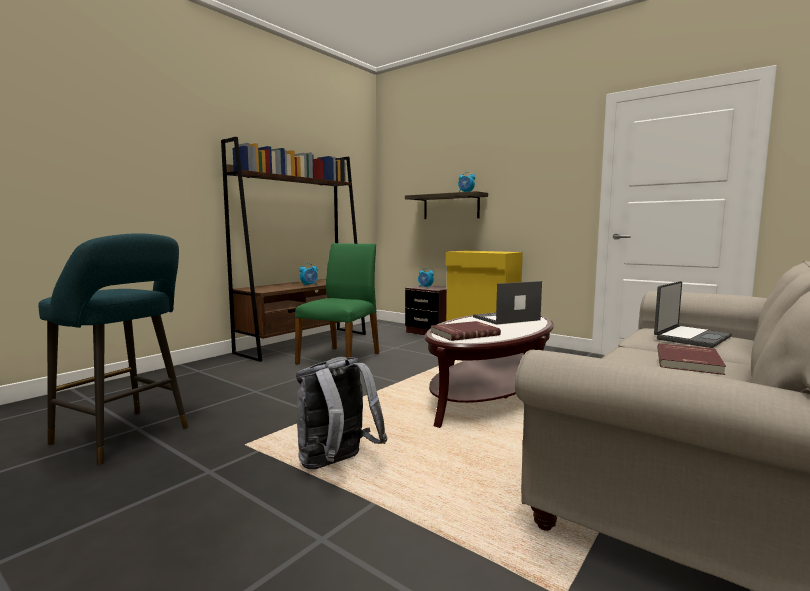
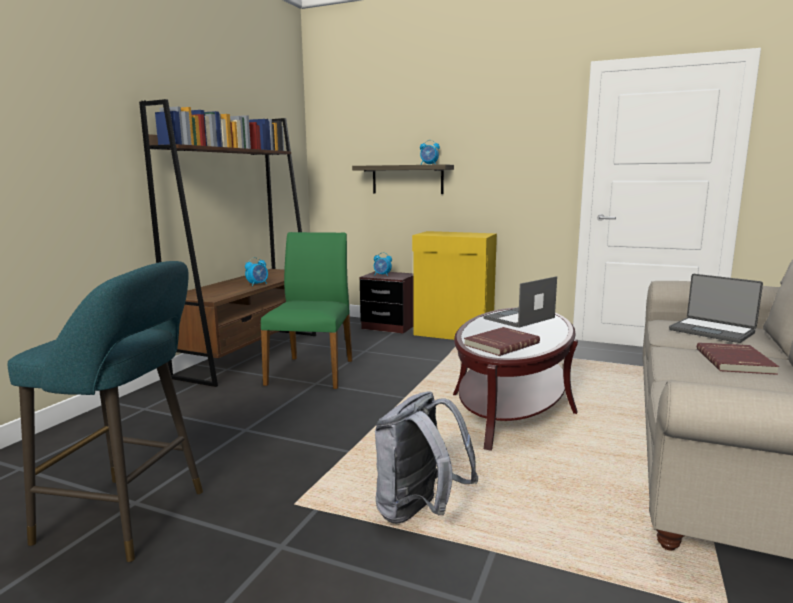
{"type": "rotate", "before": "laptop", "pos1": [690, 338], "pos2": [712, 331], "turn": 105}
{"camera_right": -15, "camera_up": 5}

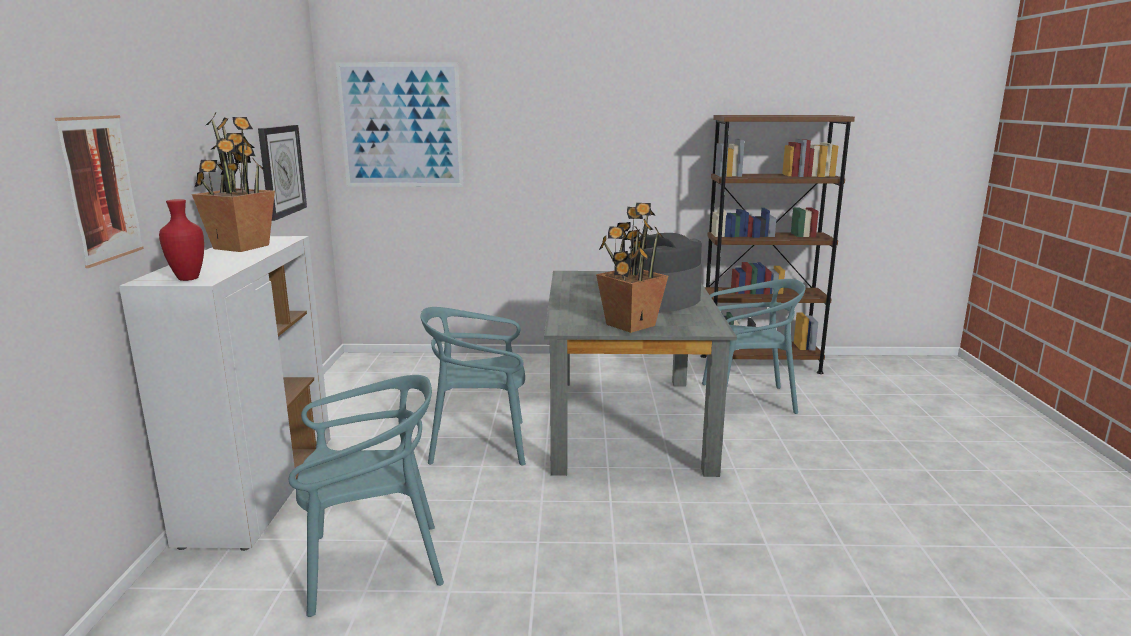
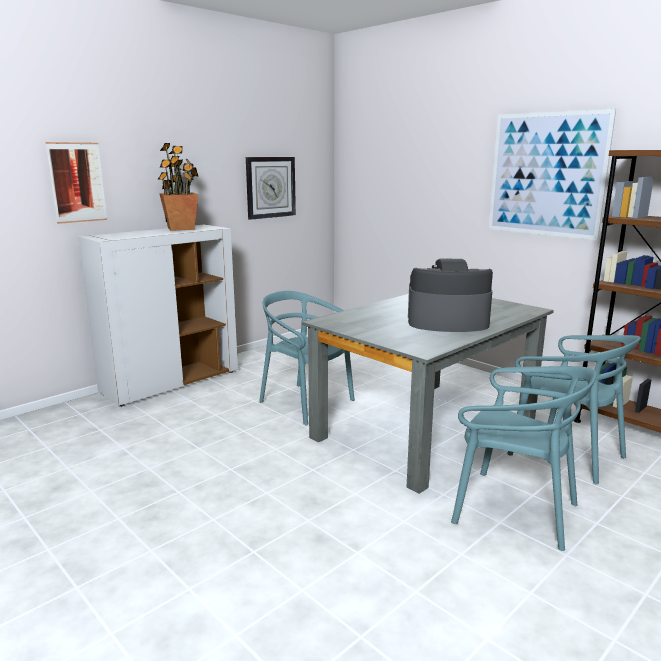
{"type": "delete", "before": "red vase", "pos1": [188, 279]}
{"type": "delete", "before": "potted plant", "pos1": [629, 325]}
{"type": "move", "before": "turquoise chair", "pos1": [373, 564], "pos2": [514, 510]}
{"type": "move", "before": "picture", "pos1": [401, 126], "pos2": [546, 174]}
{"camera_right": 45, "camera_up": 0}

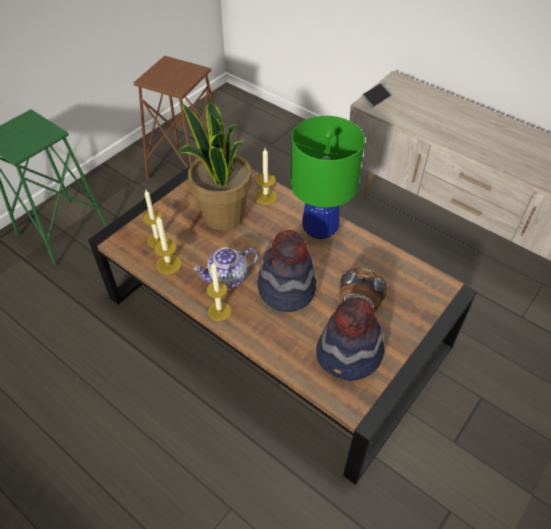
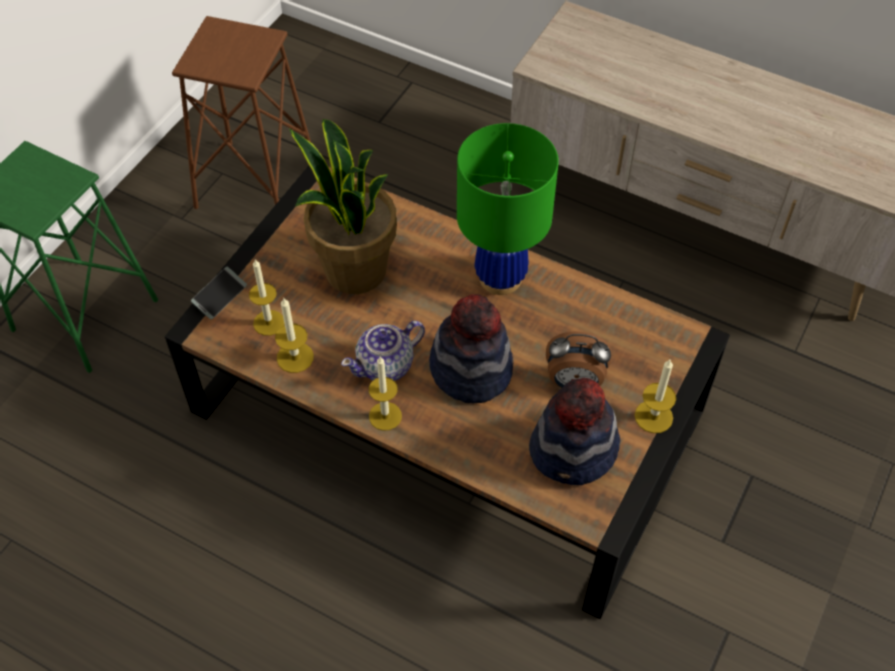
{"type": "move", "before": "candle", "pos1": [265, 196], "pos2": [653, 416]}
{"type": "move", "before": "phone", "pos1": [376, 98], "pos2": [220, 296]}
{"camera_right": -10, "camera_up": 5}

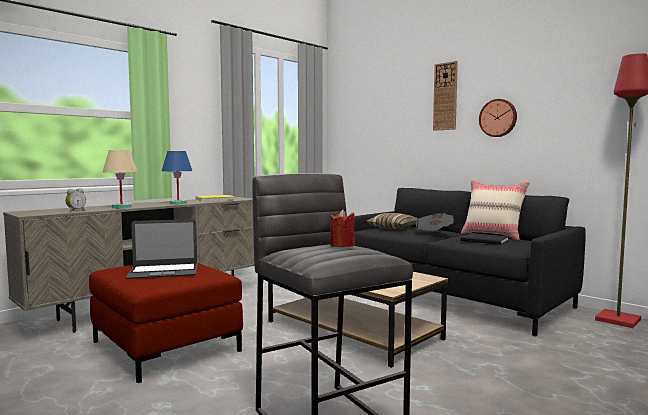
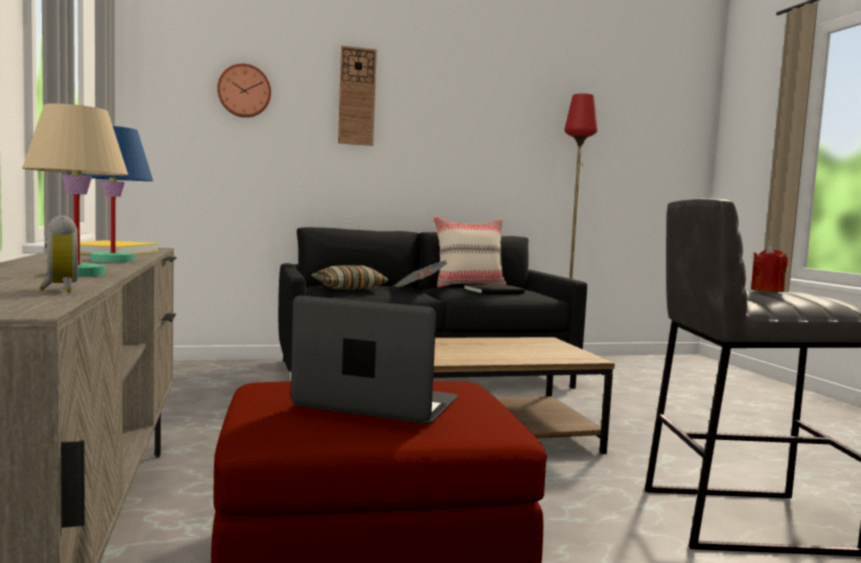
{"type": "move", "before": "wall clock", "pos1": [498, 118], "pos2": [244, 91]}
{"type": "rotate", "before": "laptop", "pos1": [163, 271], "pos2": [377, 403], "turn": -90}
{"camera_right": -60, "camera_up": 0}

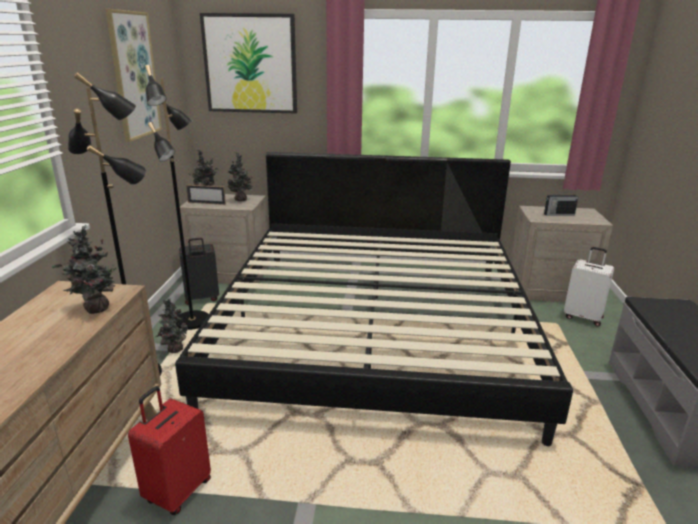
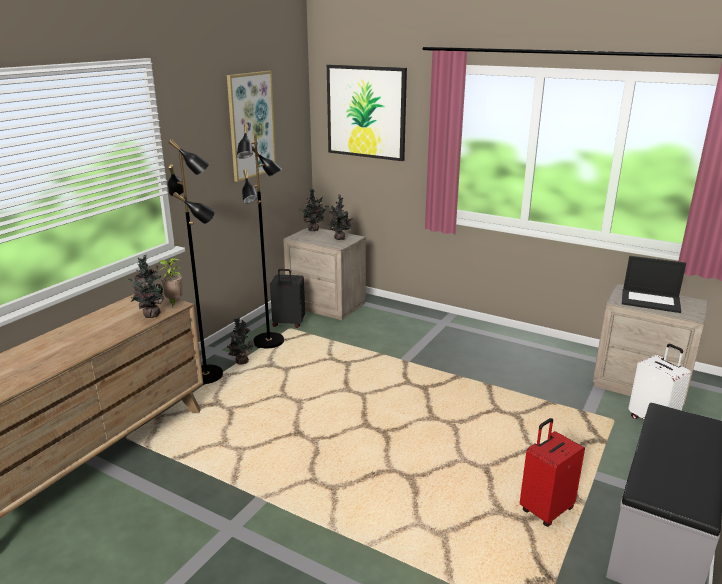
{"type": "delete", "before": "bed", "pos1": [375, 330]}
{"type": "delete", "before": "picture frame", "pos1": [206, 203]}
{"type": "insert", "after": "potted plant", "pos2": [174, 302]}
{"type": "move", "before": "red suitcase", "pos1": [177, 491], "pos2": [545, 509]}
{"type": "replace", "before": "radio", "after": "laptop", "pos1": [558, 214], "pos2": [651, 301]}
{"camera_right": 25, "camera_up": 0}

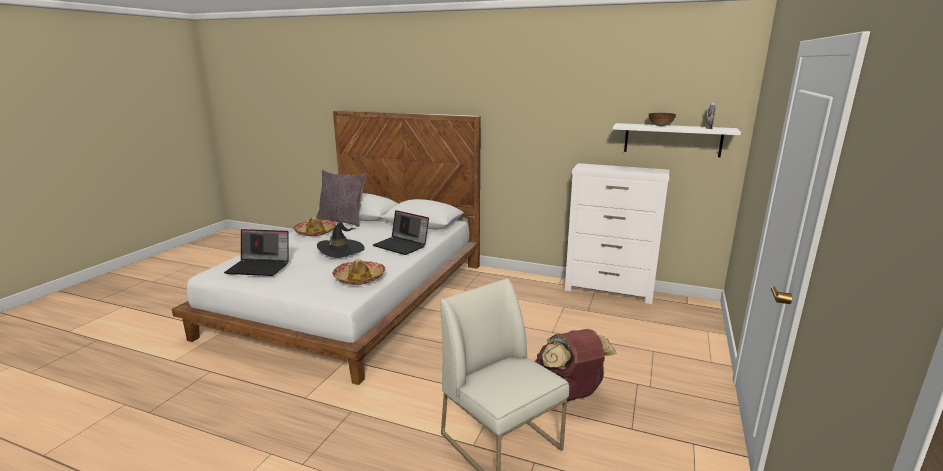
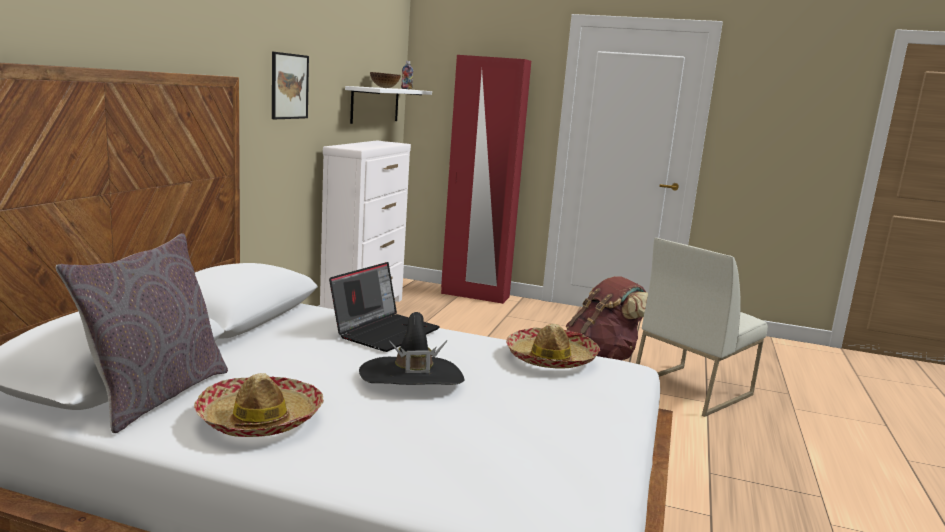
{"type": "delete", "before": "laptop", "pos1": [260, 267]}
{"type": "insert", "after": "picture", "pos2": [289, 86]}
{"type": "insert", "after": "red wardrobe", "pos2": [475, 295]}
{"camera_right": -95, "camera_up": -5}

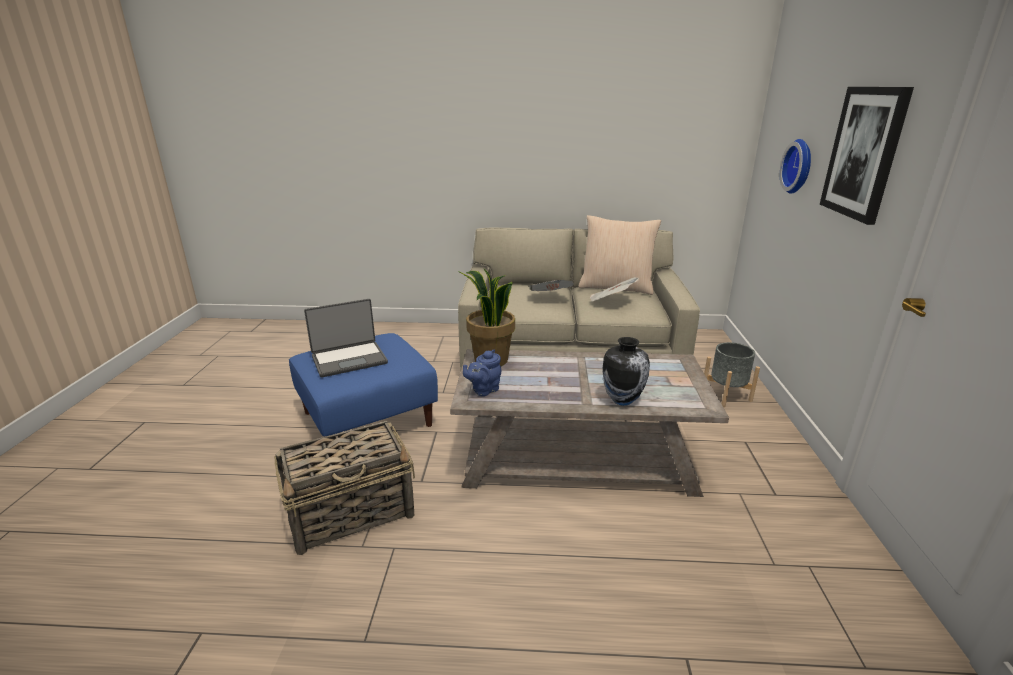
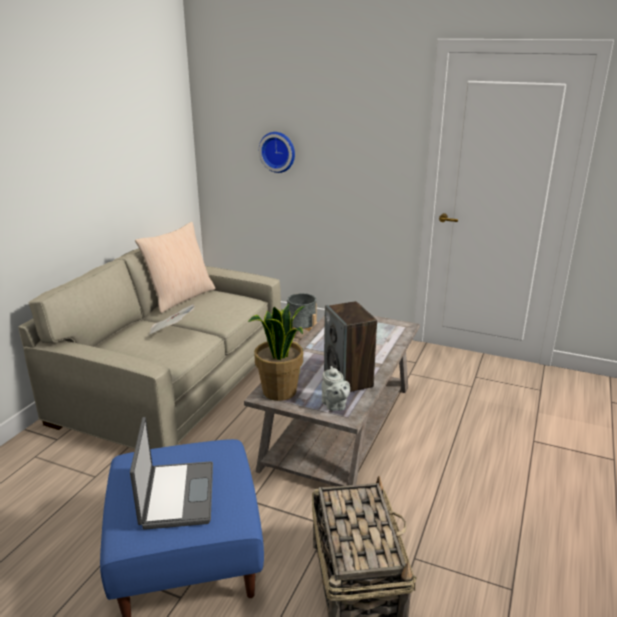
{"type": "delete", "before": "newspaper", "pos1": [611, 302]}
{"type": "delete", "before": "vase", "pos1": [622, 400]}
{"type": "delete", "before": "picture", "pos1": [864, 153]}
{"type": "insert", "after": "speaker", "pos2": [348, 379]}
{"type": "recolor", "before": "blue teapot", "after": "grey teapot", "pos1": [483, 390], "pos2": [334, 406]}
{"camera_right": -70, "camera_up": 0}

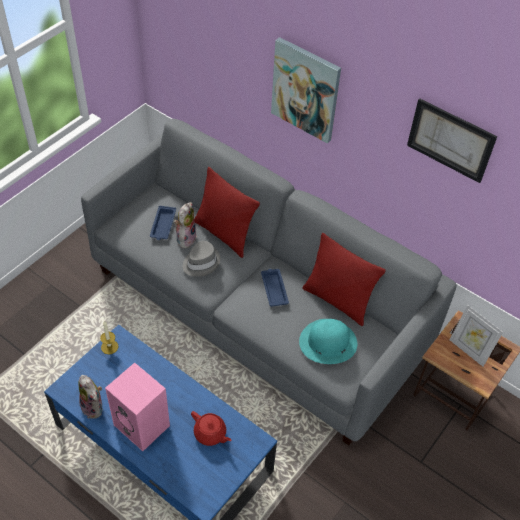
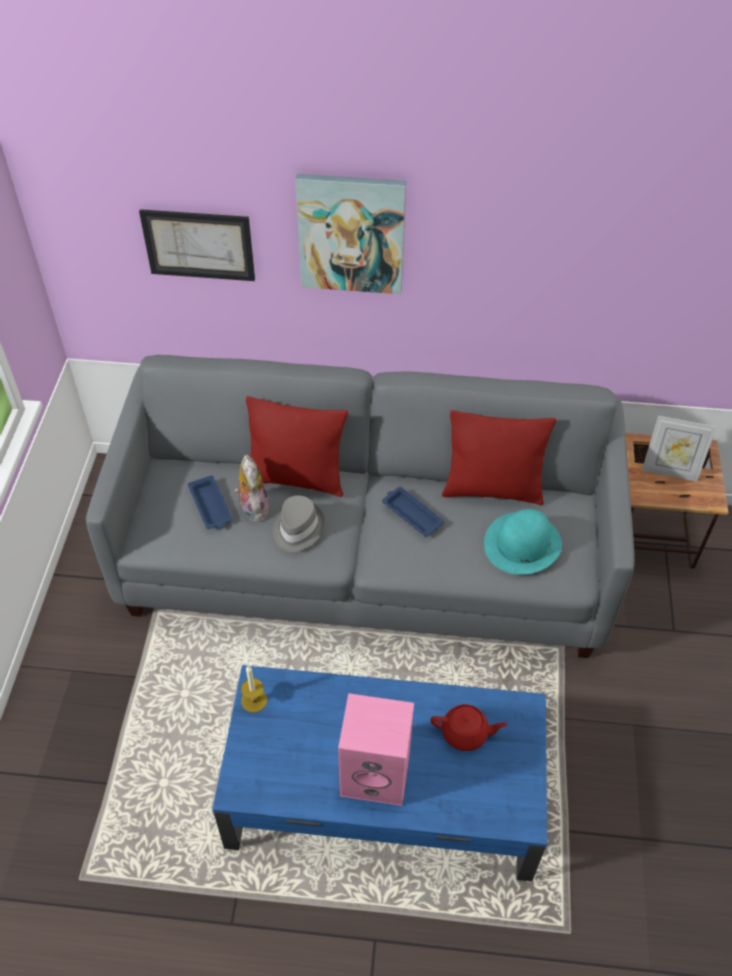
{"type": "delete", "before": "plush toy", "pos1": [94, 407]}
{"type": "move", "before": "picture", "pos1": [450, 140], "pos2": [199, 244]}
{"camera_right": -30, "camera_up": 0}

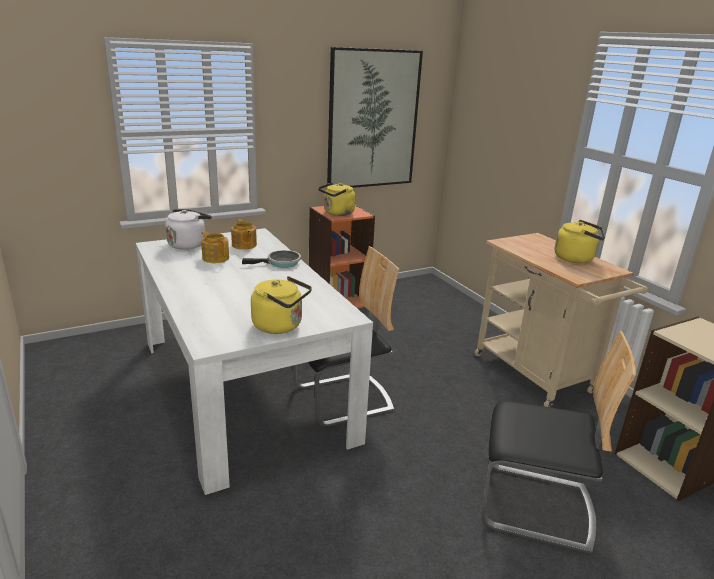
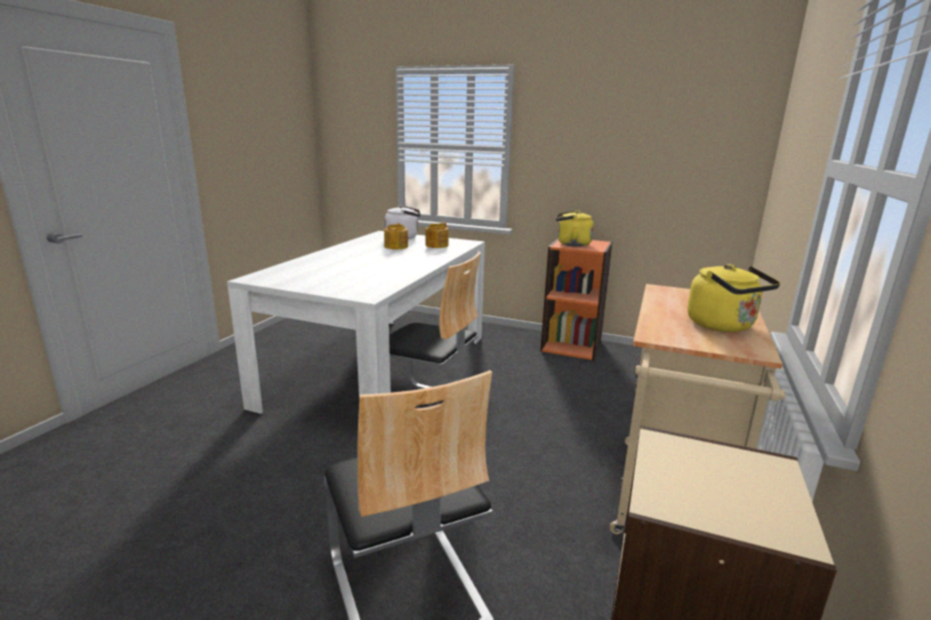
{"type": "delete", "before": "frying pan", "pos1": [281, 263]}
{"type": "delete", "before": "yellow kettle", "pos1": [280, 326]}
{"type": "delete", "before": "picture", "pos1": [373, 120]}
{"camera_right": 50, "camera_up": -5}

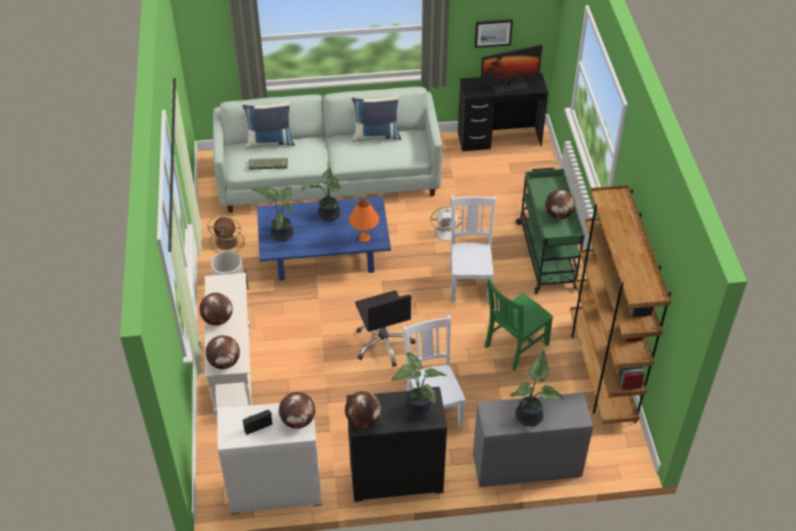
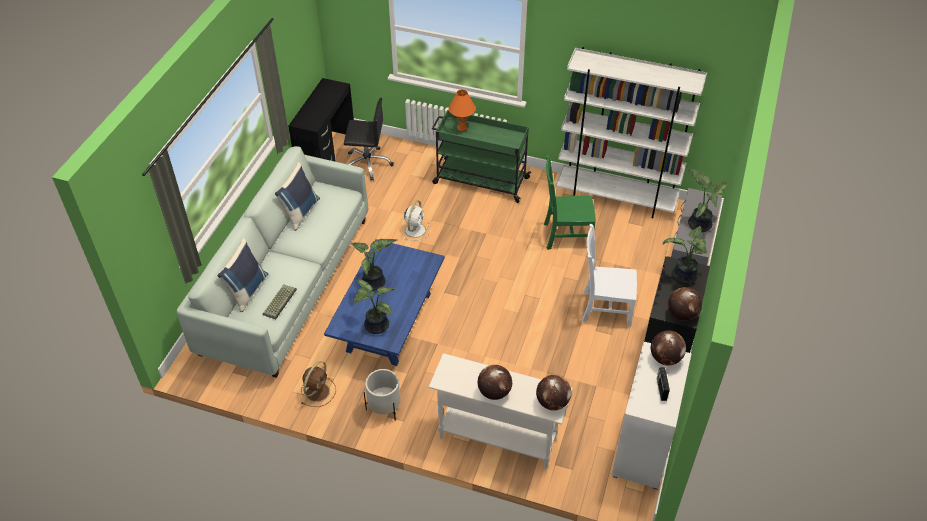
{"type": "delete", "before": "white chair", "pos1": [470, 282]}
{"type": "delete", "before": "picture", "pos1": [493, 32]}
{"type": "delete", "before": "monitor", "pos1": [509, 85]}
{"type": "delete", "before": "globe", "pos1": [558, 215]}
{"type": "move", "before": "orange table lamp", "pos1": [364, 238], "pos2": [461, 127]}
{"type": "move", "before": "black office chair", "pos1": [384, 344], "pos2": [368, 164]}
{"type": "recolor", "before": "brown bookcase", "after": "white bookcase", "pos1": [601, 372], "pos2": [616, 198]}
{"type": "rotate", "before": "green chair", "pos1": [514, 346], "pos2": [565, 235], "turn": 105}
{"camera_right": -65, "camera_up": 0}

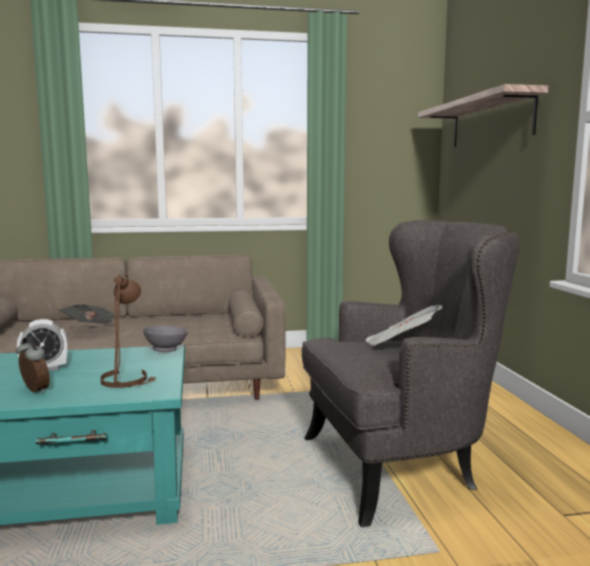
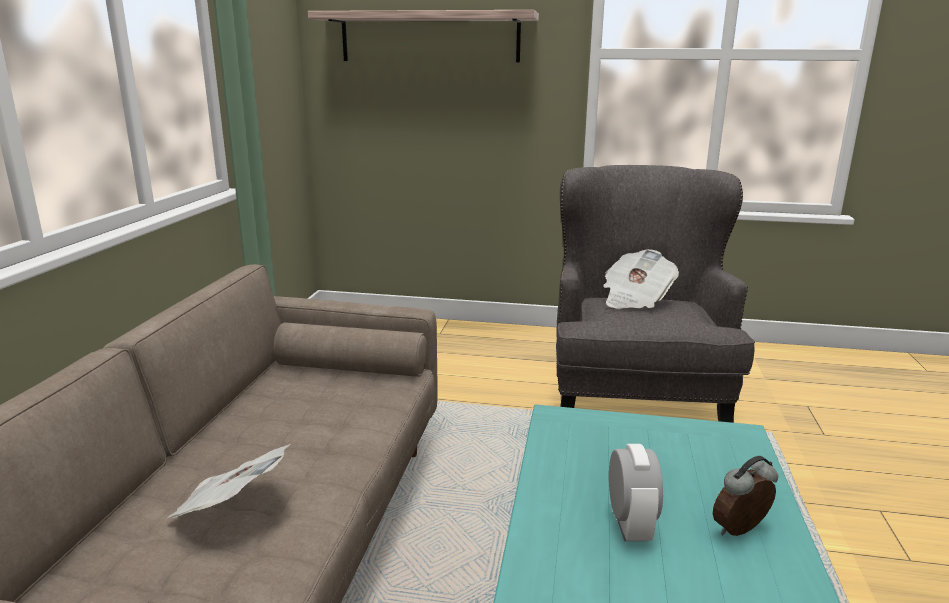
{"type": "delete", "before": "brown table lamp", "pos1": [127, 380]}
{"type": "delete", "before": "grey bowl", "pos1": [166, 350]}
{"camera_right": -70, "camera_up": 10}

